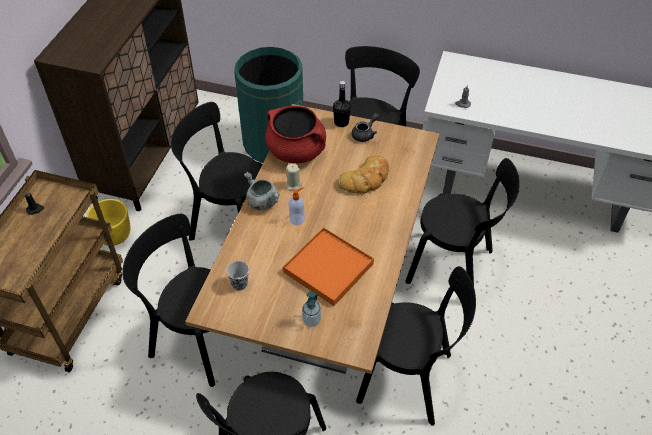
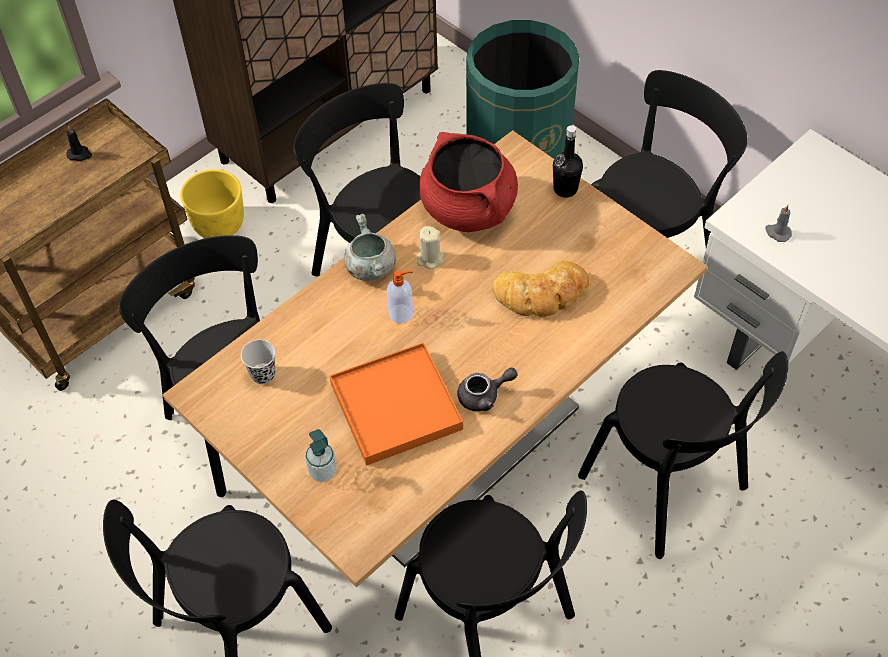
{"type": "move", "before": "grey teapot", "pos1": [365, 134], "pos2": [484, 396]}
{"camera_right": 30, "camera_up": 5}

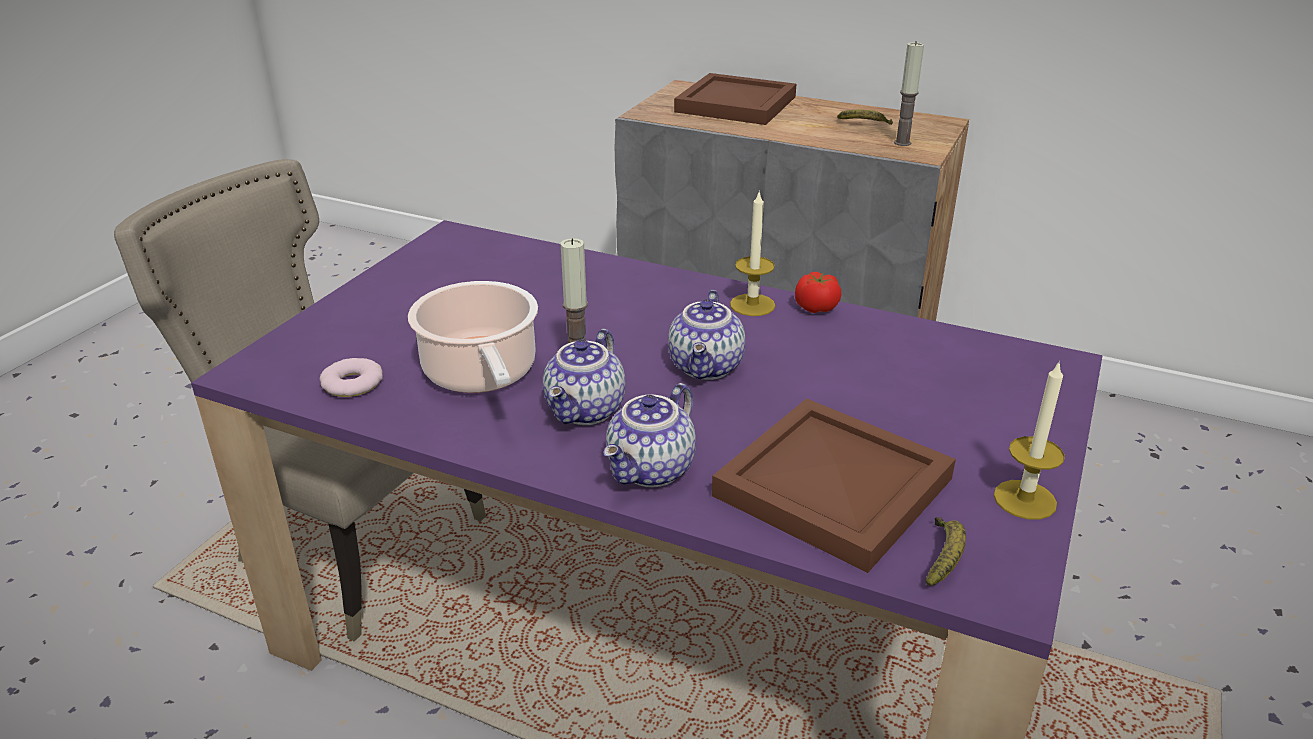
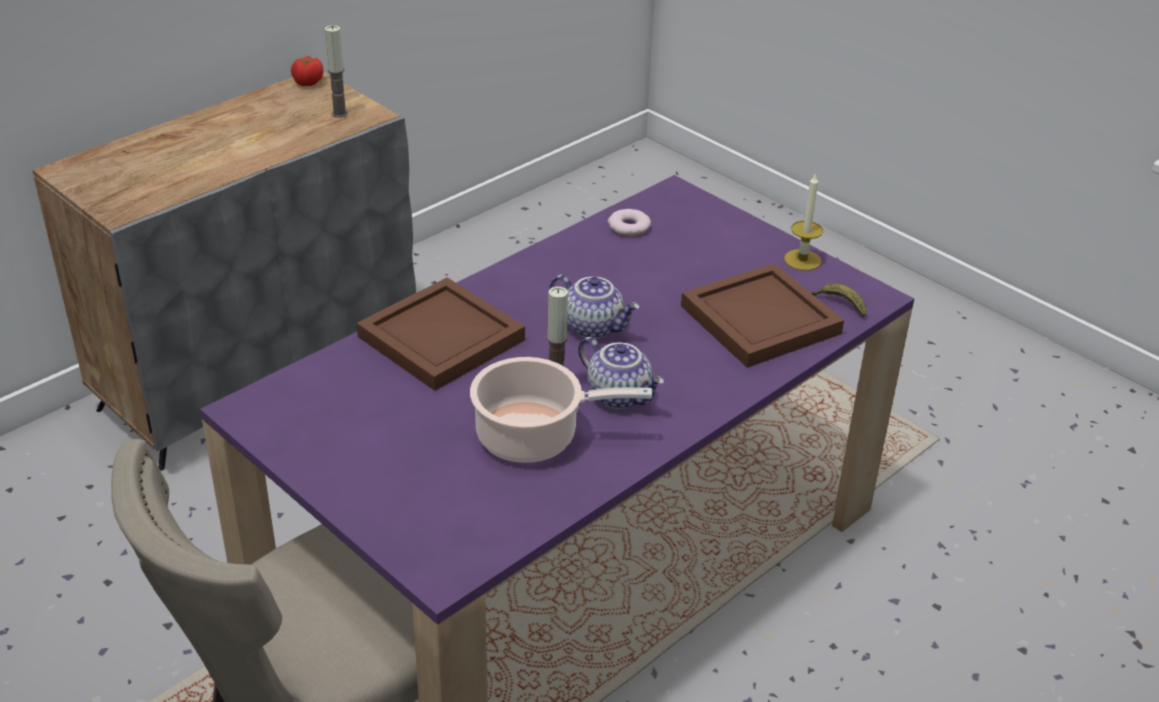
{"type": "delete", "before": "teapot", "pos1": [652, 471]}
{"type": "delete", "before": "candle", "pos1": [752, 305]}
{"type": "delete", "before": "banana", "pos1": [864, 125]}
{"type": "move", "before": "donut", "pos1": [352, 384], "pos2": [629, 227]}
{"type": "move", "before": "brown tray", "pos1": [738, 104], "pos2": [441, 336]}
{"type": "move", "before": "tomato", "pos1": [816, 308], "pos2": [308, 83]}
{"camera_right": -70, "camera_up": 5}

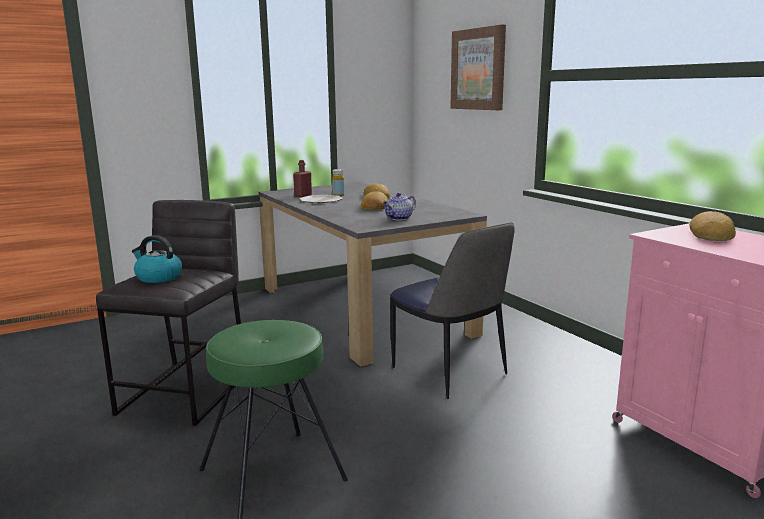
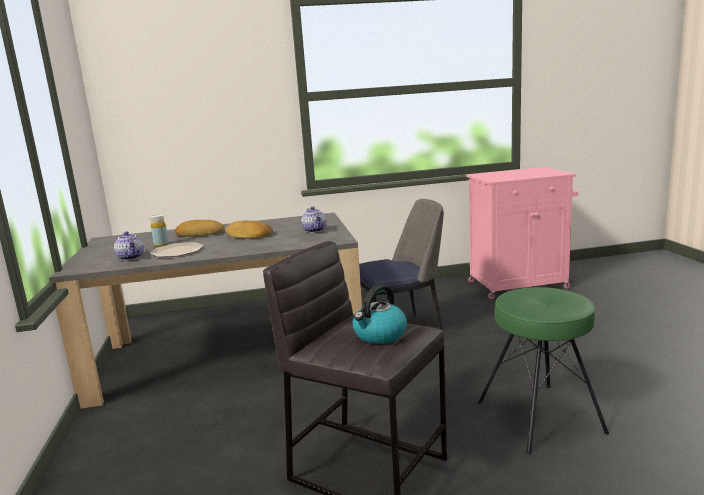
{"type": "delete", "before": "picture", "pos1": [478, 69]}
{"type": "delete", "before": "bread", "pos1": [712, 235]}
{"type": "replace", "before": "red bottle", "after": "teapot", "pos1": [303, 195], "pos2": [131, 257]}
{"camera_right": -70, "camera_up": 0}

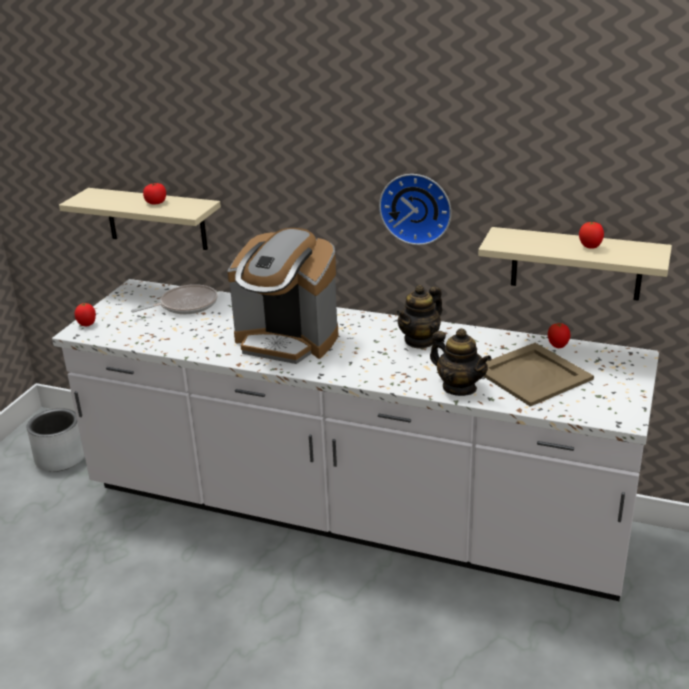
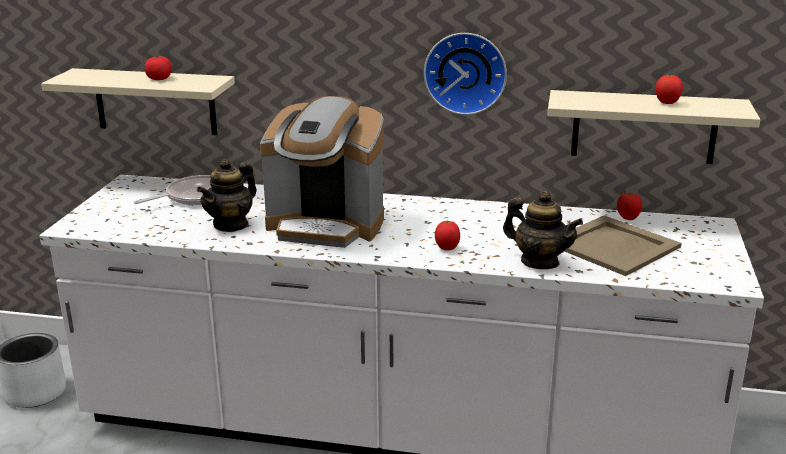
{"type": "move", "before": "tomato", "pos1": [87, 325], "pos2": [447, 248]}
{"type": "move", "before": "teapot", "pos1": [420, 341], "pos2": [231, 224]}
{"camera_right": -10, "camera_up": -5}

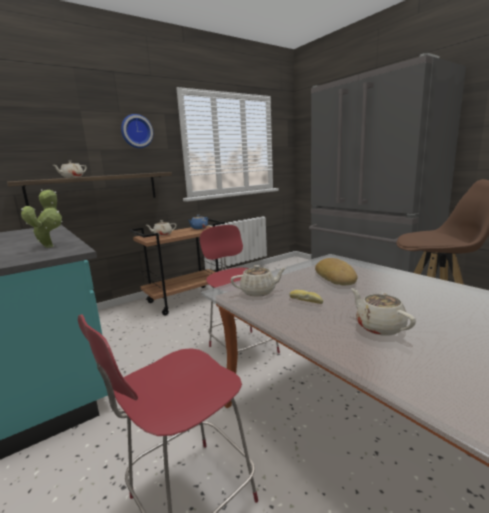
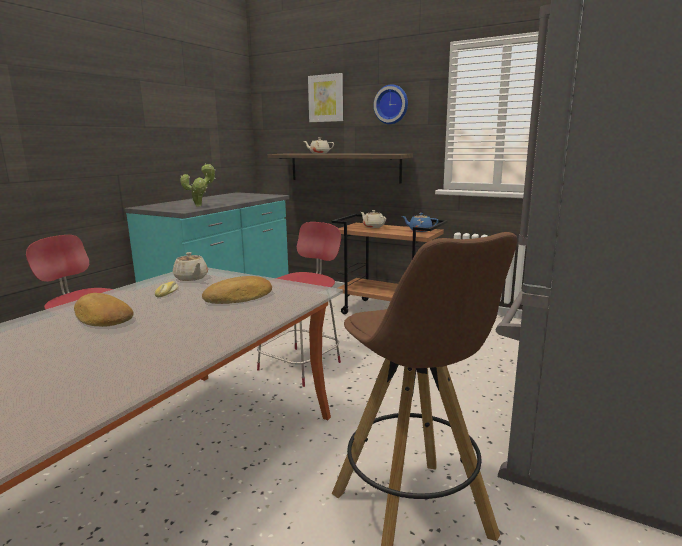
{"type": "insert", "after": "picture", "pos2": [326, 98]}
{"type": "replace", "before": "beige teapot", "after": "bread", "pos1": [379, 327], "pos2": [102, 317]}
{"camera_right": 65, "camera_up": 0}

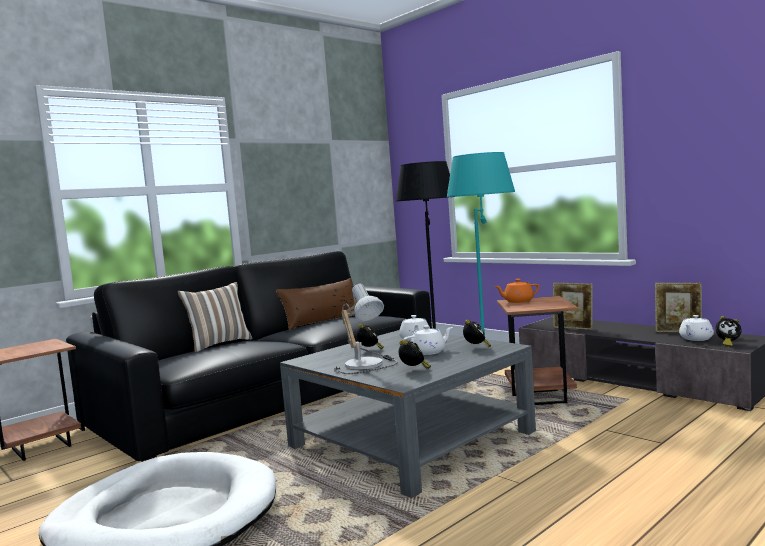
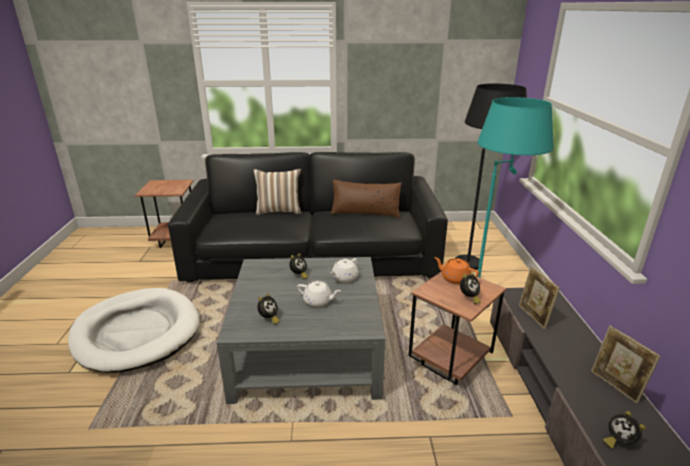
{"type": "delete", "before": "table lamp", "pos1": [368, 364]}
{"type": "delete", "before": "white teapot", "pos1": [695, 339]}
{"type": "move", "before": "alarm clock", "pos1": [476, 348], "pos2": [469, 298]}
{"camera_right": 40, "camera_up": 20}

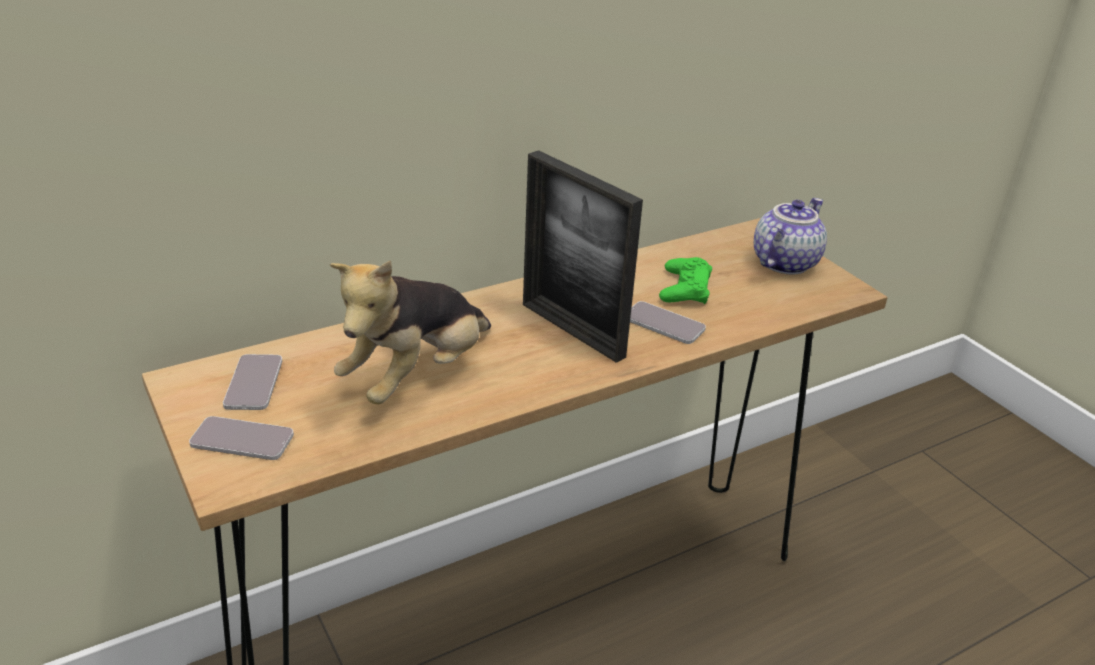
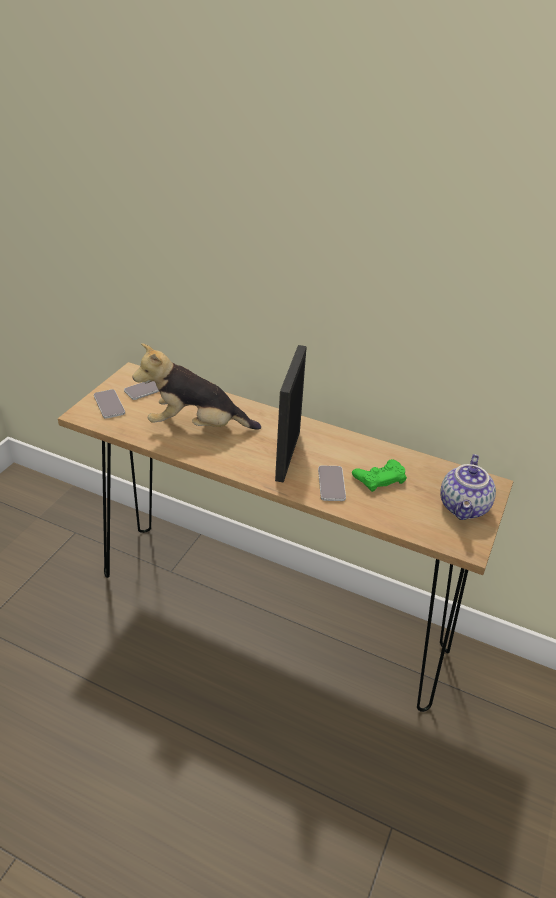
{"type": "rotate", "before": "teapot", "pos1": [783, 262], "pos2": [464, 507], "turn": 105}
{"camera_right": 55, "camera_up": 5}

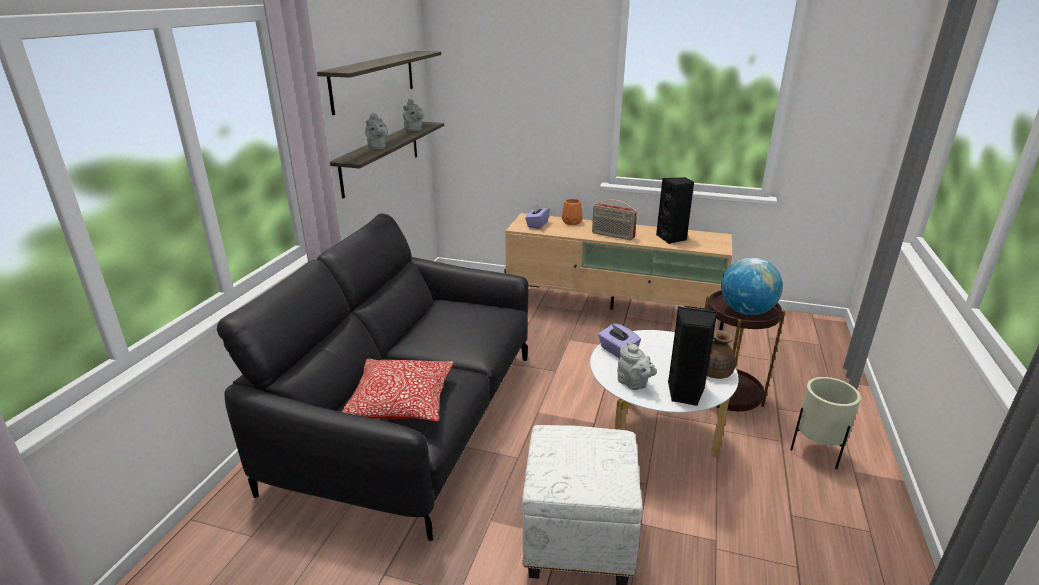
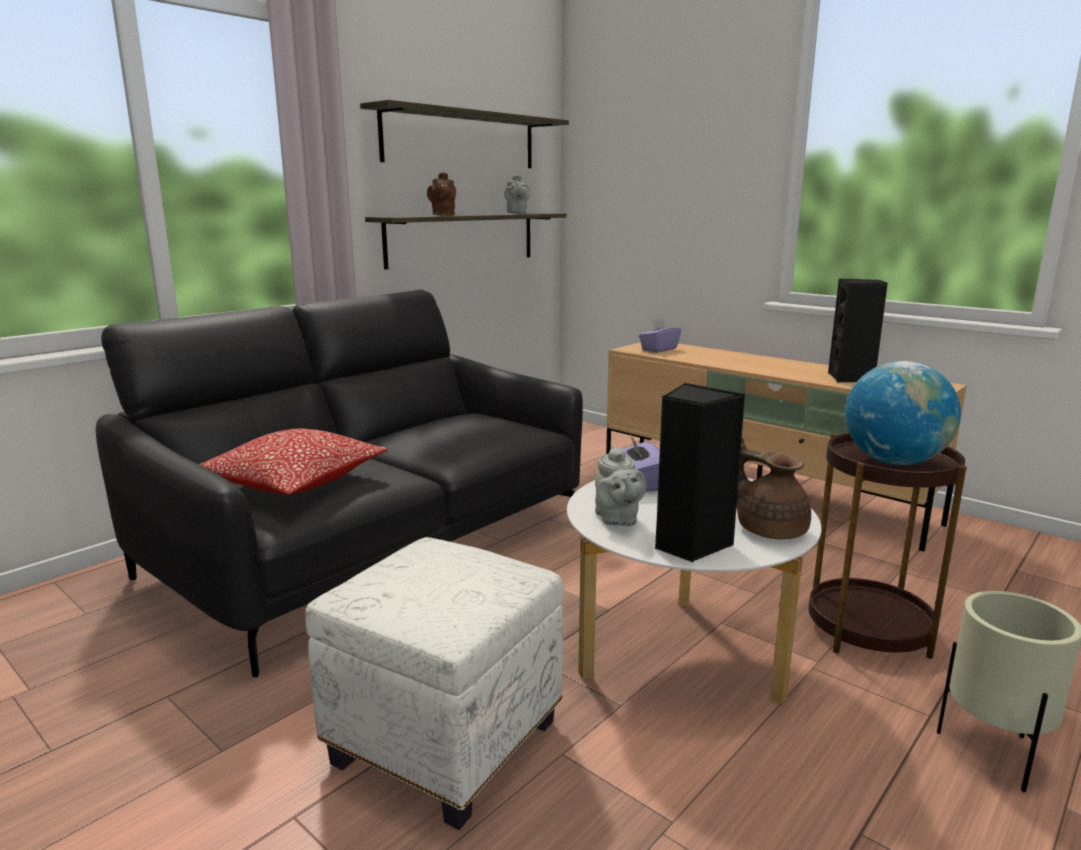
{"type": "delete", "before": "orange vase", "pos1": [572, 222]}
{"type": "delete", "before": "radio", "pos1": [612, 235]}
{"type": "recolor", "before": "grey teapot", "after": "brown teapot", "pos1": [377, 147], "pos2": [443, 215]}
{"camera_right": 25, "camera_up": -10}

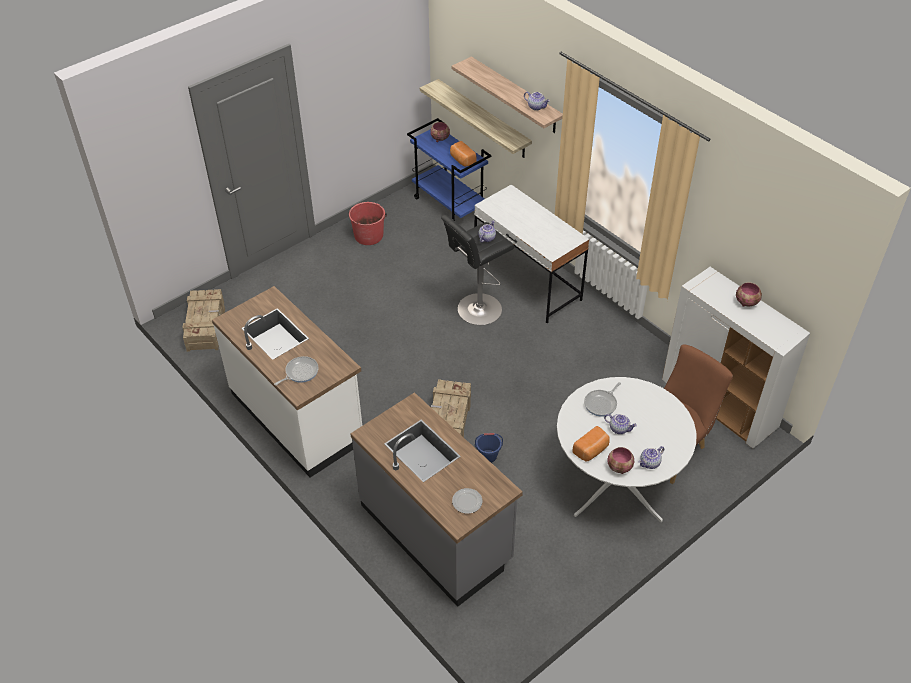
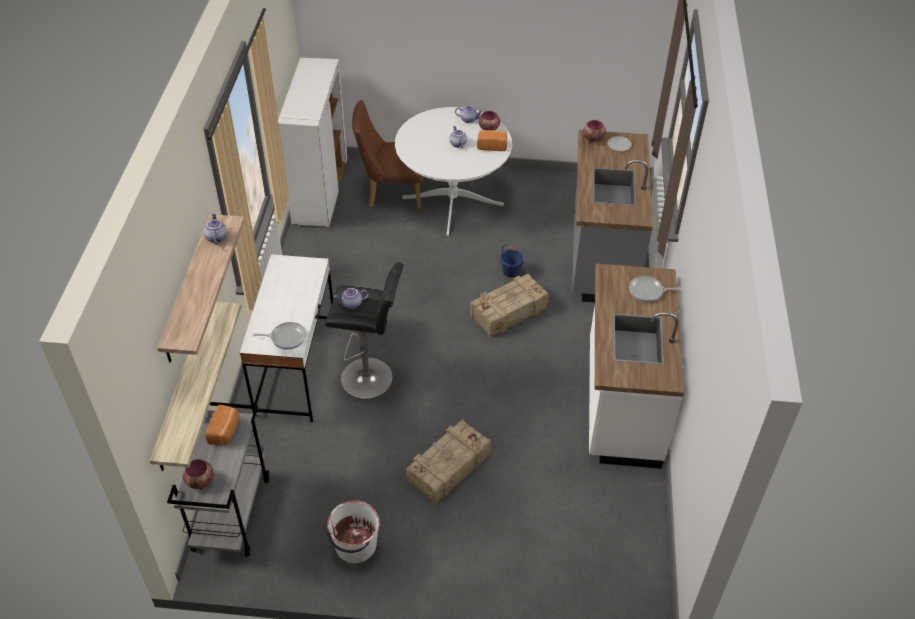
{"type": "move", "before": "crate", "pos1": [206, 326], "pos2": [447, 468]}
{"type": "move", "before": "frying pan", "pos1": [601, 403], "pos2": [286, 337]}
{"type": "move", "before": "bowl", "pos1": [747, 302], "pos2": [592, 139]}
{"type": "recolor", "before": "red bucket", "after": "white bucket", "pos1": [368, 235], "pos2": [355, 546]}
{"type": "recolor", "before": "blue cart", "after": "grey cart", "pos1": [450, 205], "pos2": [231, 513]}
{"camera_right": -135, "camera_up": 0}

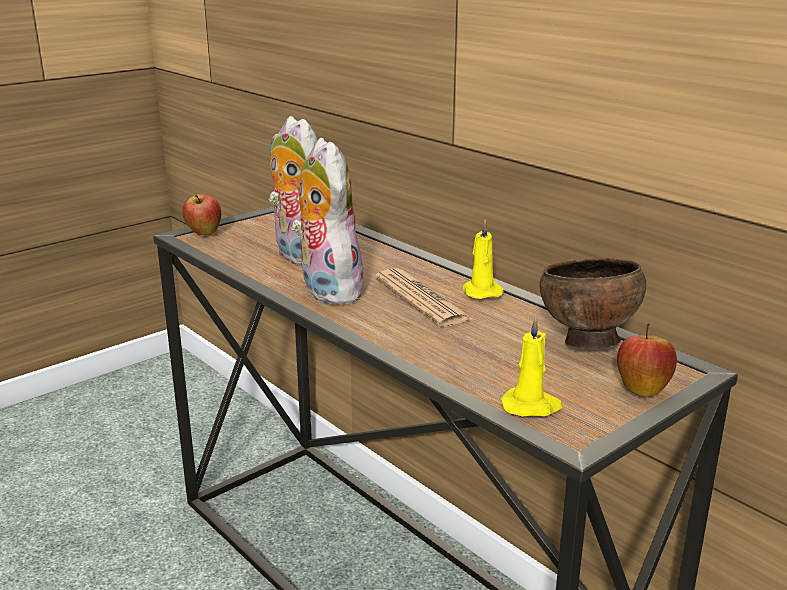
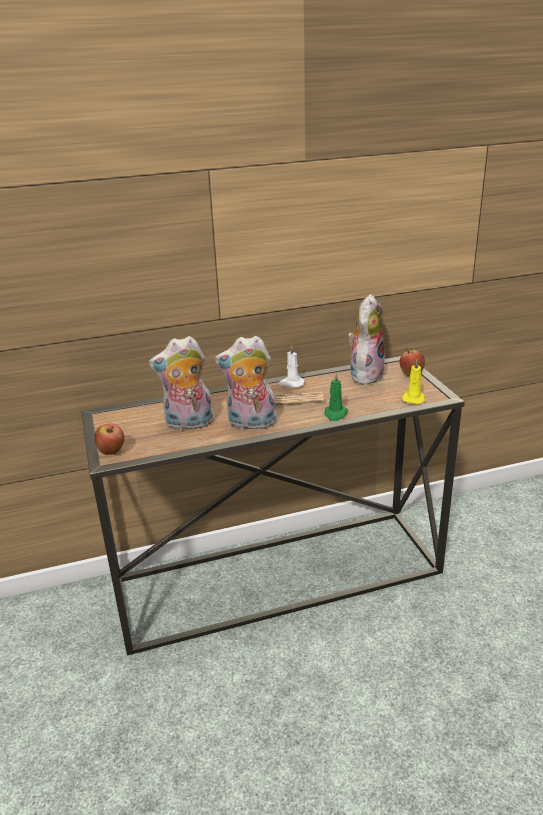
{"type": "insert", "after": "green candle", "pos2": [335, 414]}
{"type": "replace", "before": "brown bowl", "after": "plush toy", "pos1": [585, 343], "pos2": [365, 374]}
{"type": "recolor", "before": "yellow candle", "after": "white candle", "pos1": [480, 291], "pos2": [291, 383]}
{"camera_right": -65, "camera_up": 5}

